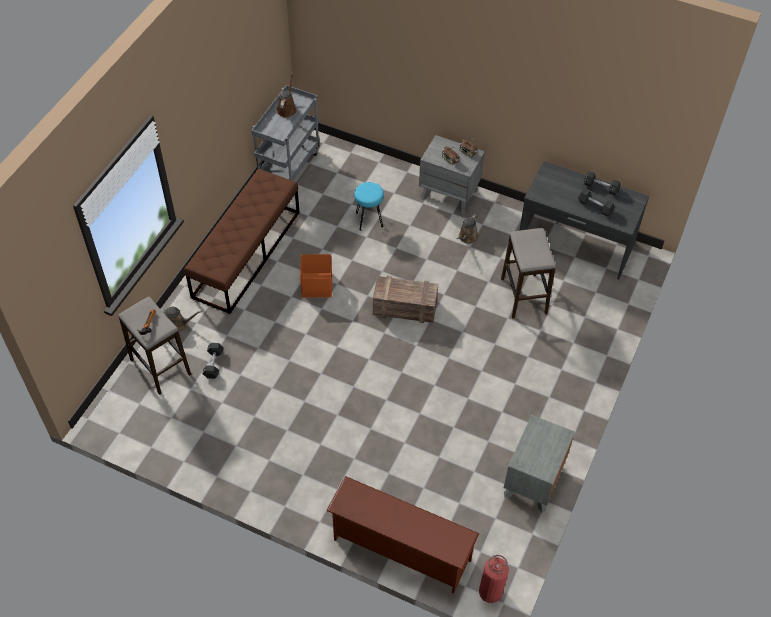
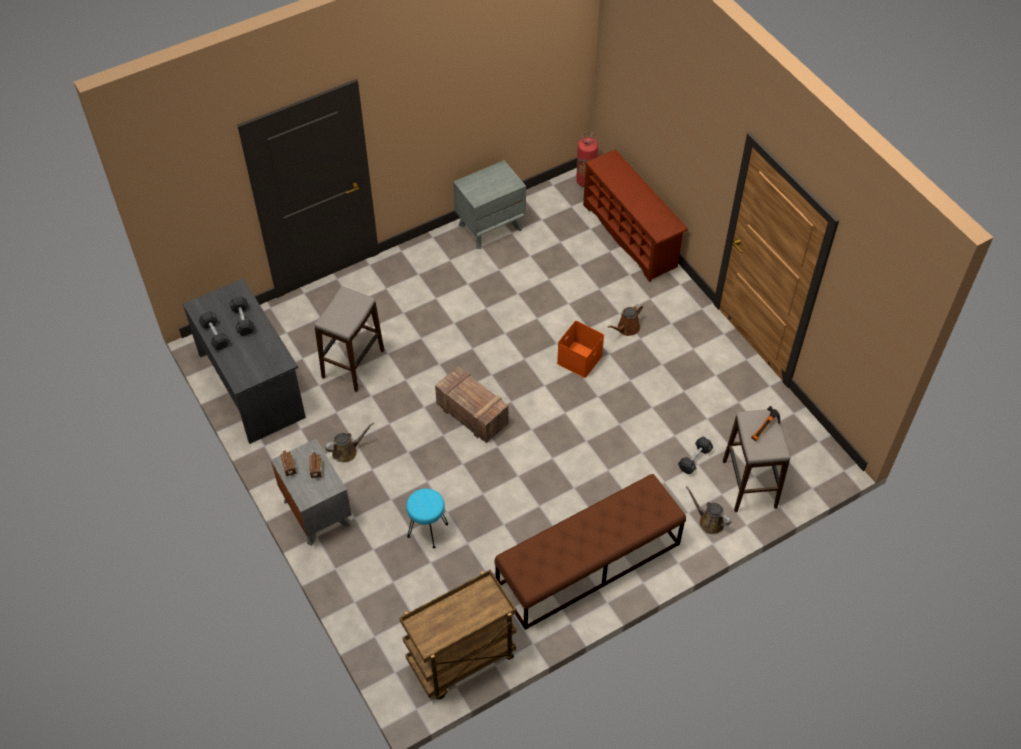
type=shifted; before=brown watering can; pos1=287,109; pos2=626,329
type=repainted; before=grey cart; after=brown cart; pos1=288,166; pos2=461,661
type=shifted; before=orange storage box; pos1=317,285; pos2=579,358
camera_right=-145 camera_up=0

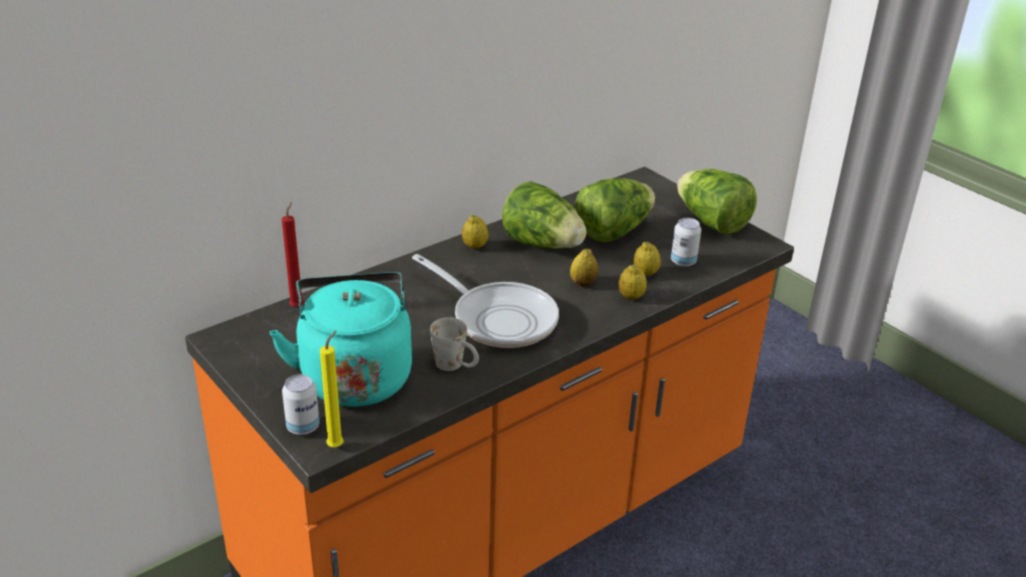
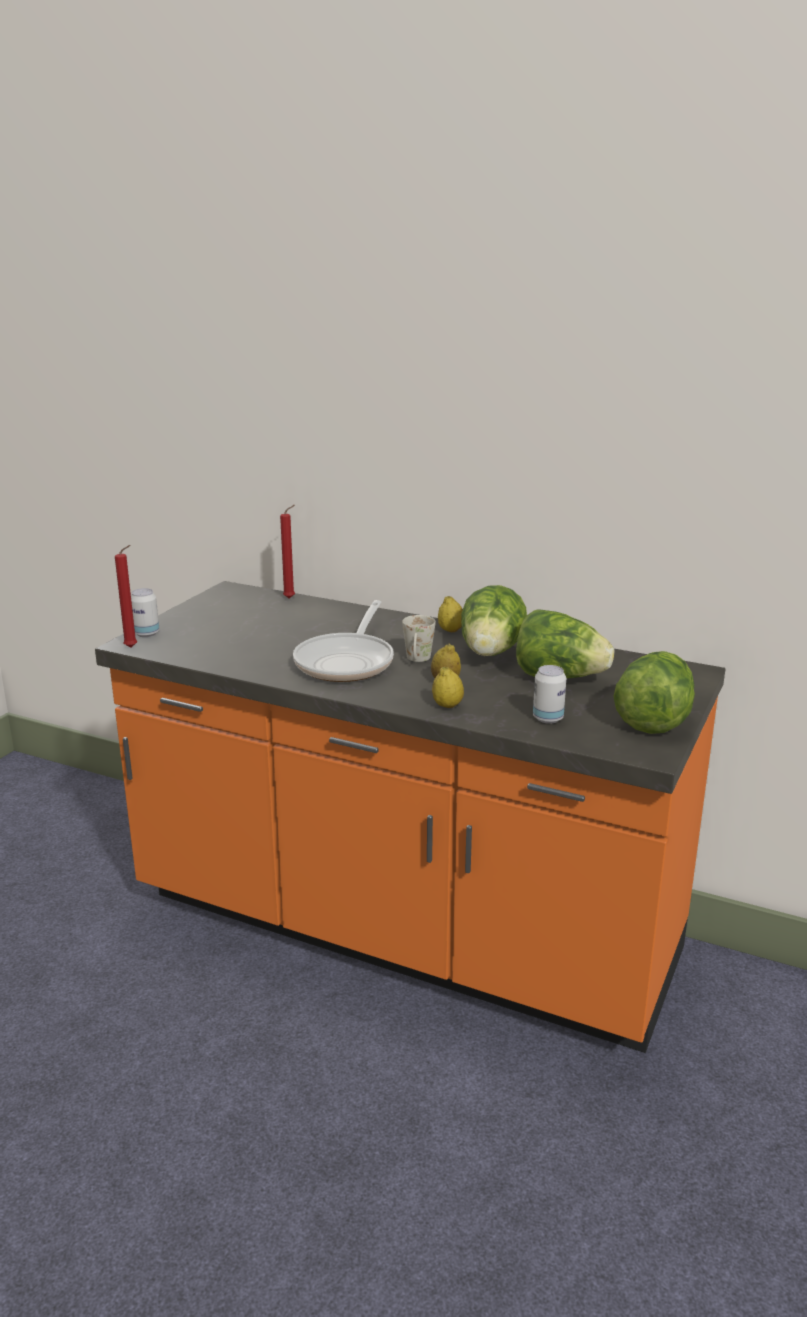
type=gone; before=lemon; pos1=645,273
type=gone; before=turquoise kettle; pos1=354,376
type=shifted; before=white mug; pos1=456,366; pos2=417,660
type=repainted; before=yellow candle; after=red candle; pos1=337,445; pos2=133,647
camera_right=65 camera_up=-10

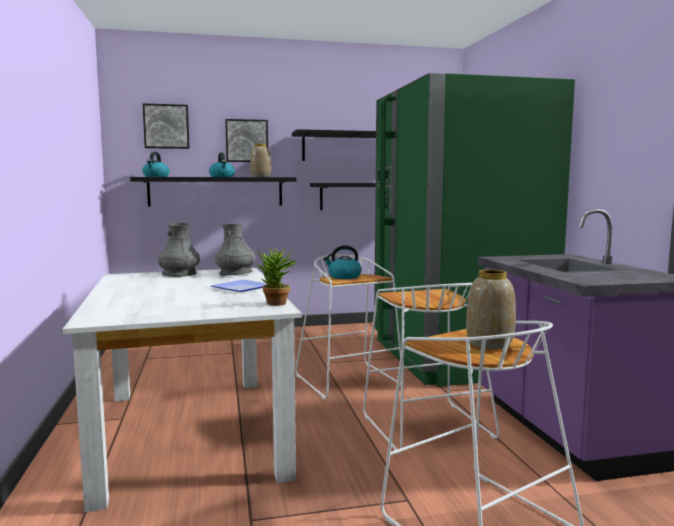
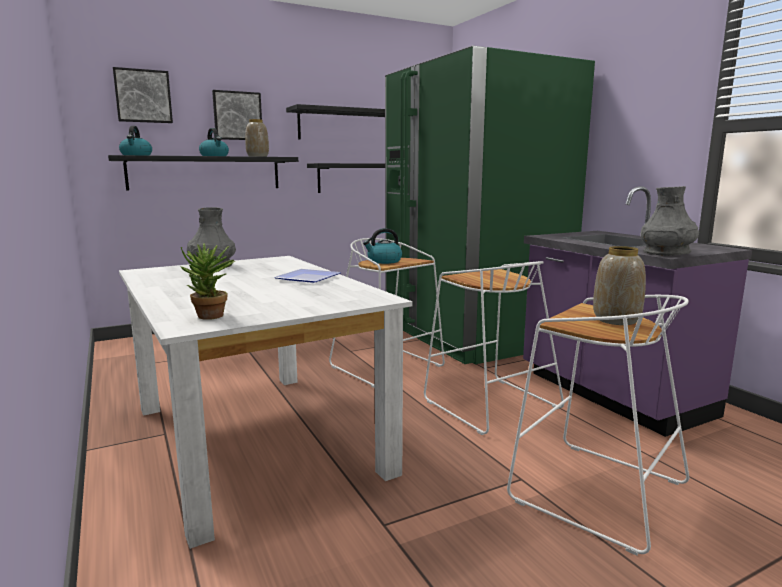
type=shifted; before=grey vase; pos1=236,273; pos2=666,253
type=shifted; before=potted plant; pos1=276,304; pos2=211,317
camera_right=-15 camera_up=5

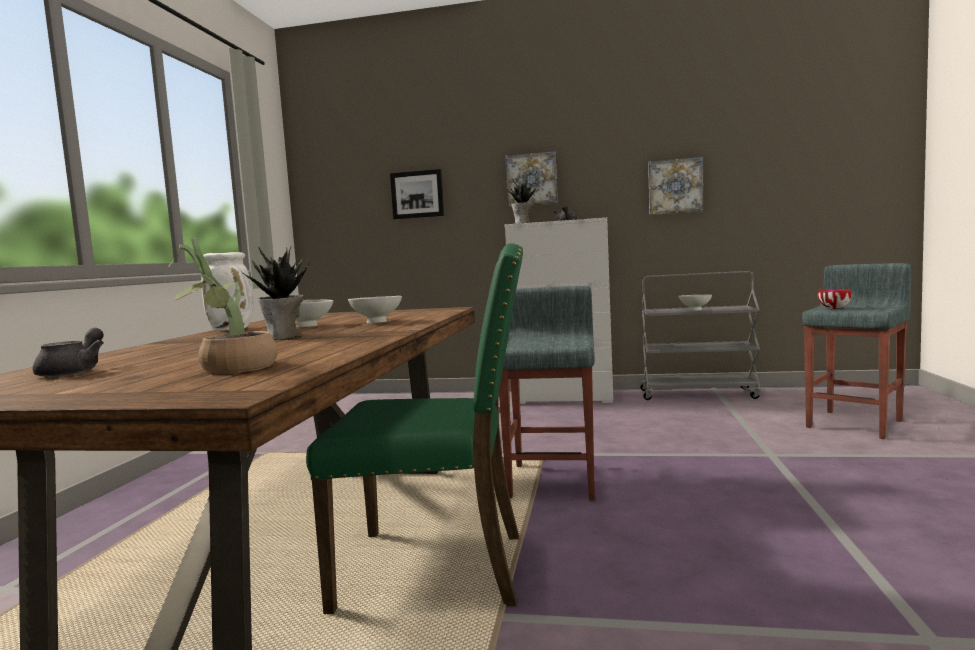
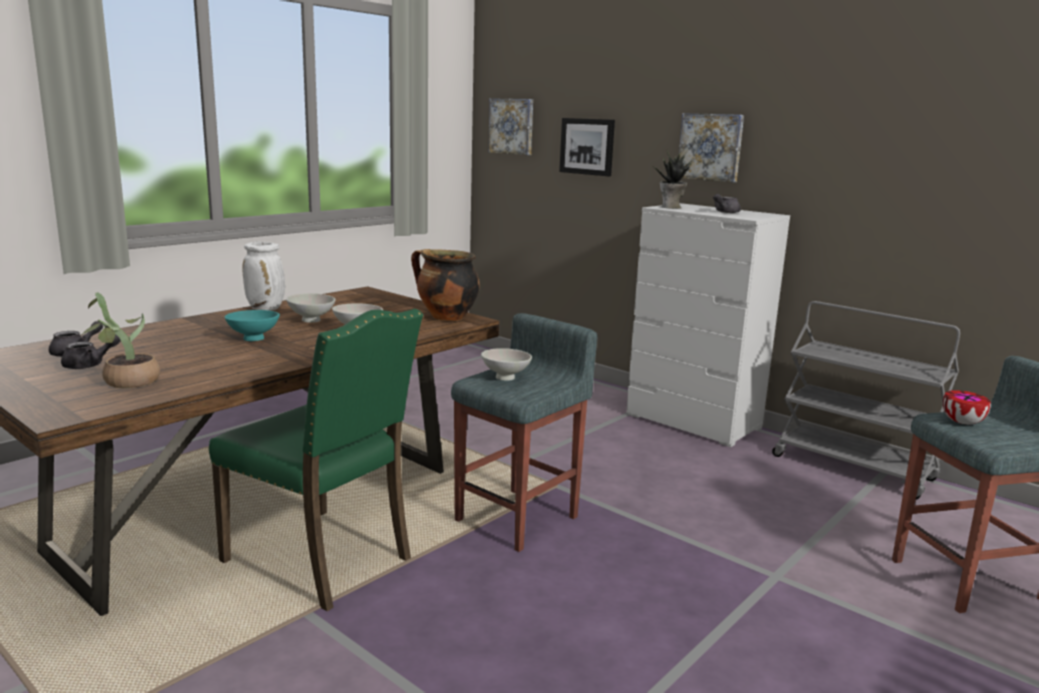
type=shifted; before=picture; pos1=675,186; pos2=512,126
type=swapped; before=potted plant; after=turquoise bowl; pos1=284,337; pos2=252,338
type=shifted; before=white bowl; pos1=694,310; pos2=505,377
type=new; after=cooking pot; pos2=445,317
type=new; after=grey teapot; pos2=89,365
camera_right=30 camera_up=10

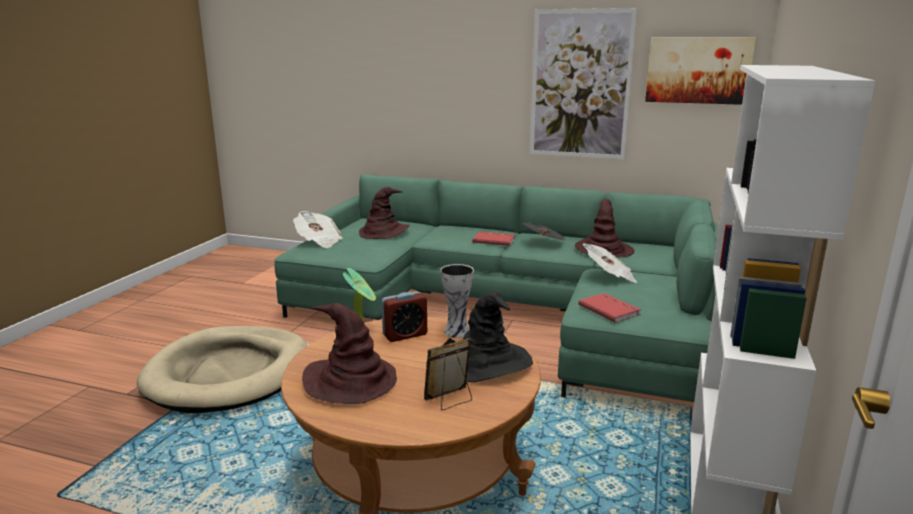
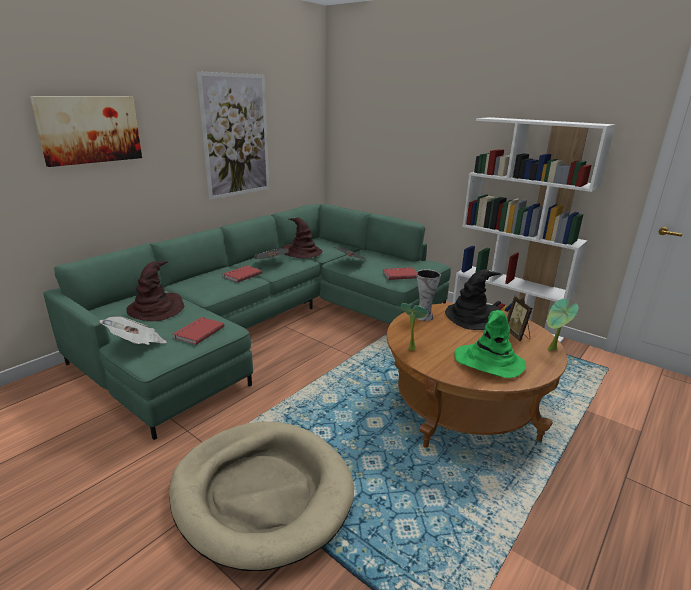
type=shifted; before=picture; pos1=698,70; pos2=90,129
type=gone; before=alarm clock; pos1=405,335
type=repainted; before=brown hat; after=green hat; pos1=351,381; pos2=488,362
type=new; after=potted plant; pos2=552,350
type=new; after=red book; pos2=197,332
camera_right=-70 camera_up=5

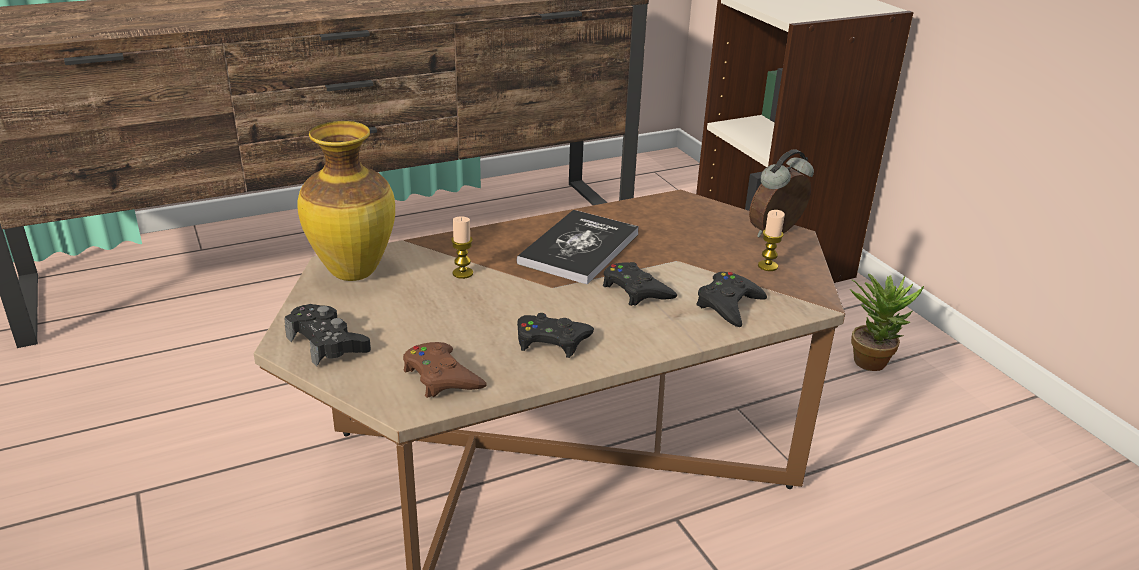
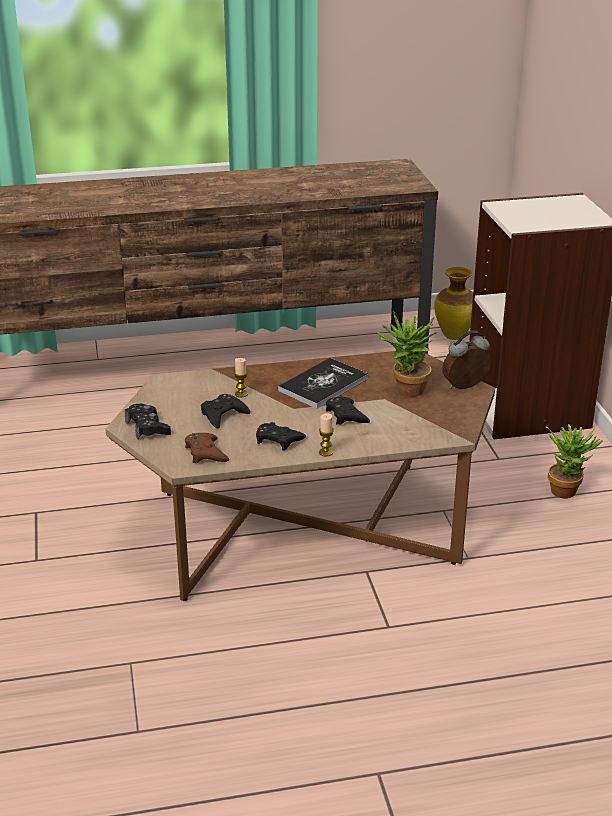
type=shifted; before=vase; pos1=353,272; pos2=454,336
type=shifted; before=candle; pos1=767,266; pos2=326,452
type=shifted; before=black game controller; pos1=729,305; pos2=223,415
type=new; after=potted plant; pos2=405,391
camera_right=15 camera_up=0

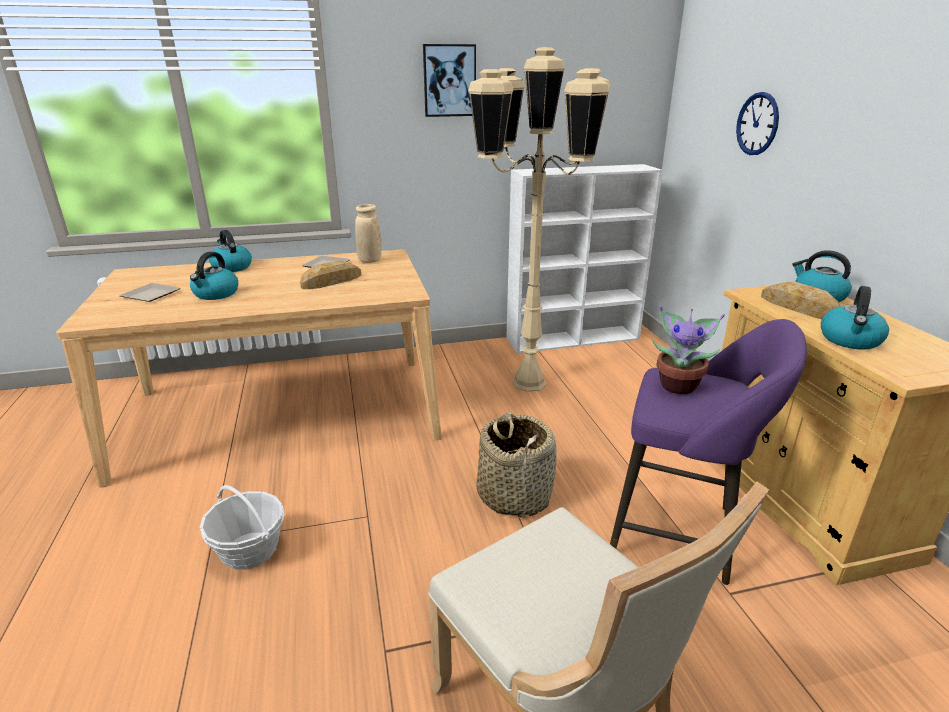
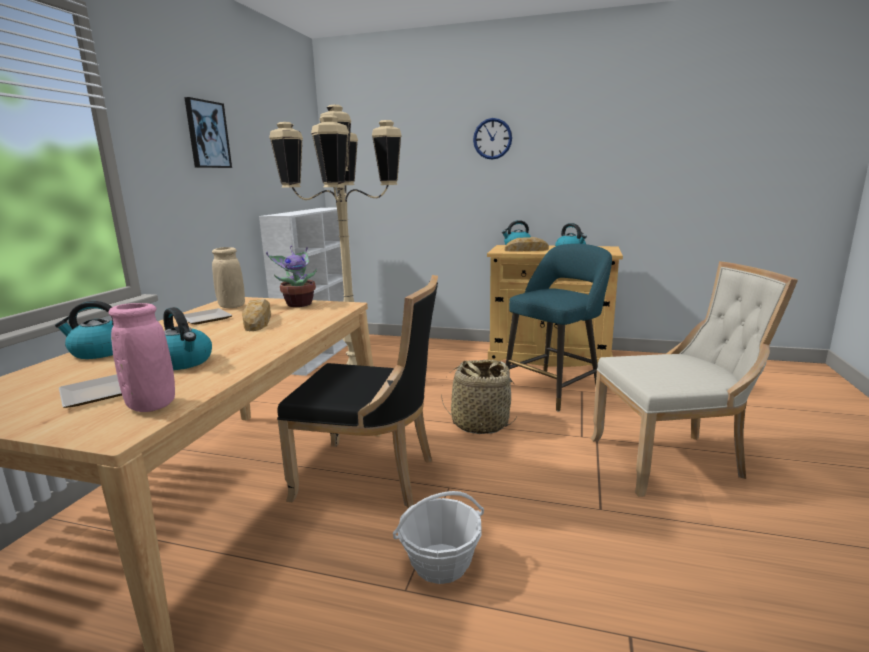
type=shifted; before=wall clock; pos1=757,124; pos2=492,138
type=shifted; before=potted plant; pos1=678,385; pos2=299,304
type=repainted; before=purple stool; after=turquoise stool; pos1=680,533; pos2=554,389
type=new; after=black chair; pos2=371,477
type=new; after=pink vase; pos2=151,405
camera_right=-60 camera_up=-10

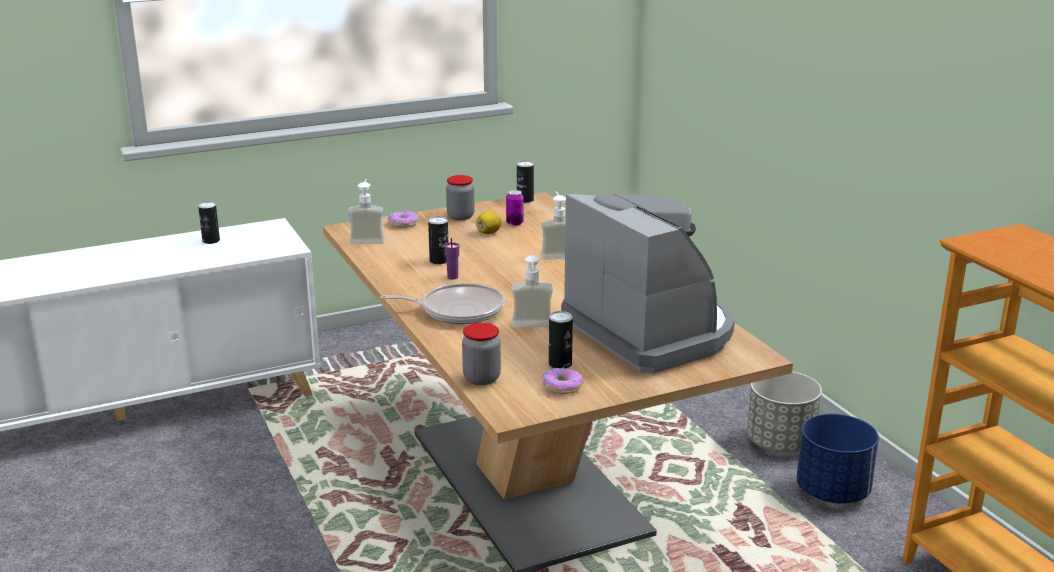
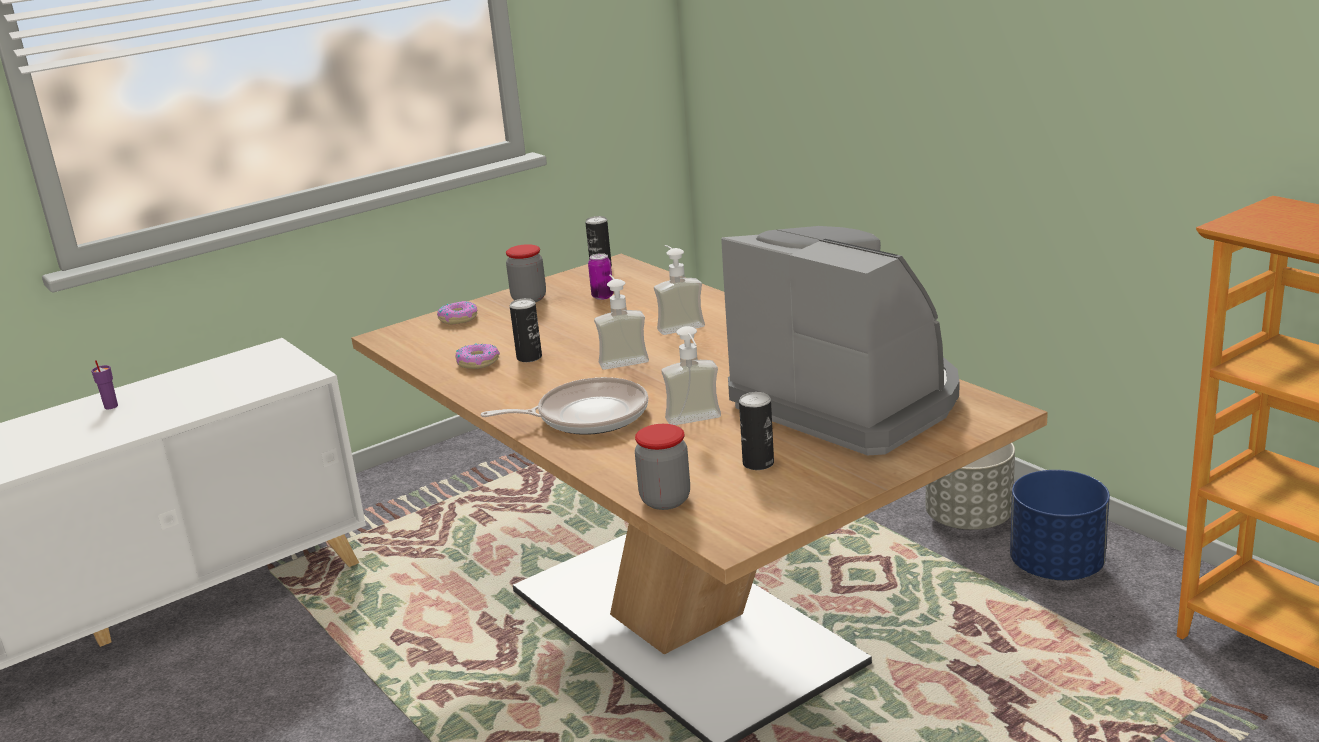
type=shifted; before=soap dispenser; pos1=368,239; pos2=621,359
type=gone; before=can; pos1=211,241
type=gone; before=lemon; pos1=489,233
type=shifted; before=purple cup; pos1=452,277; pos2=110,406
type=shifted; before=donut; pos1=562,386; pos2=478,362
camera_right=-10 camera_up=0

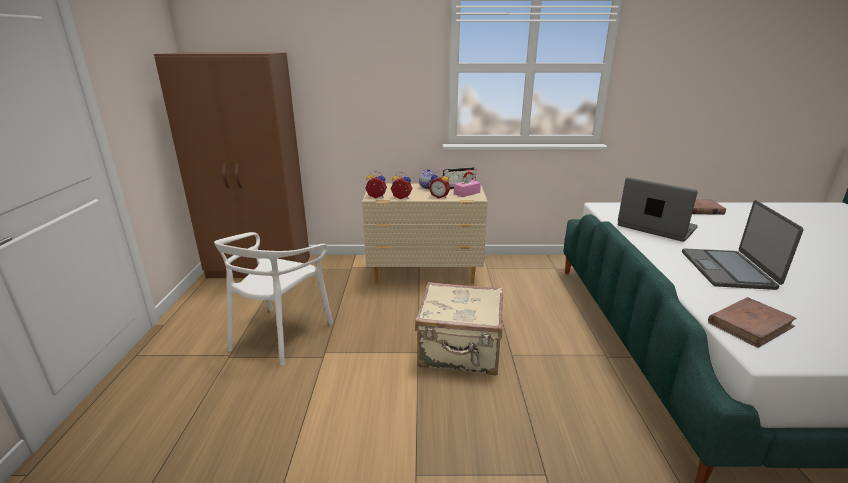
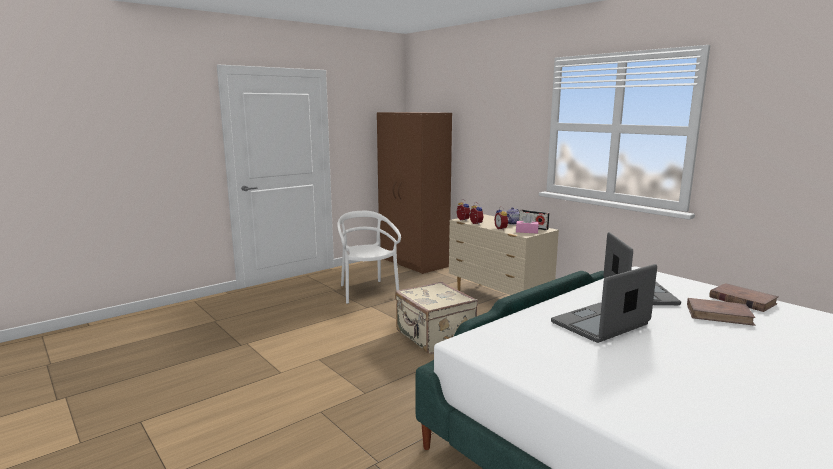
type=rotated; before=white chair; pos1=280,334; pos2=367,292; turn=90
type=shifted; before=brown book; pos1=750,324; pos2=719,315
camera_right=50 camera_up=-10

